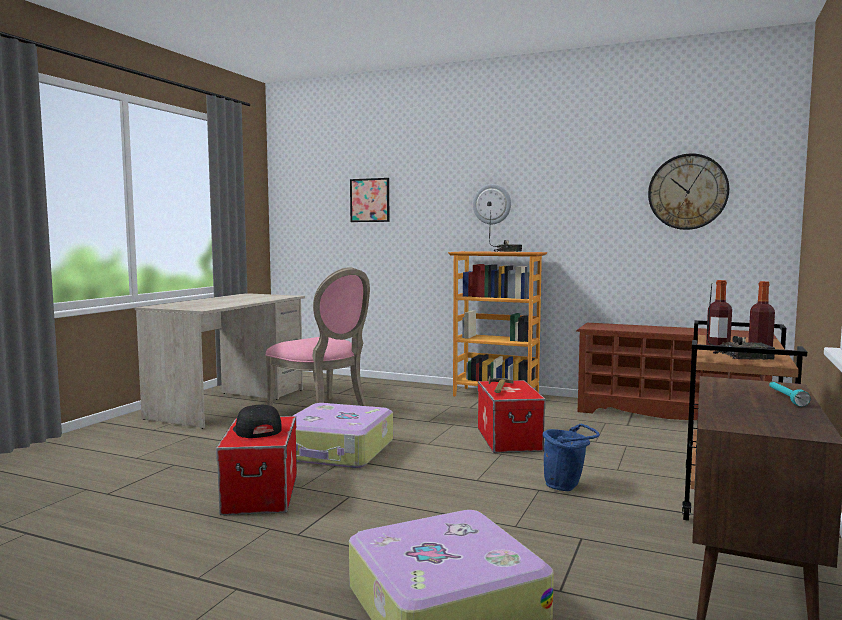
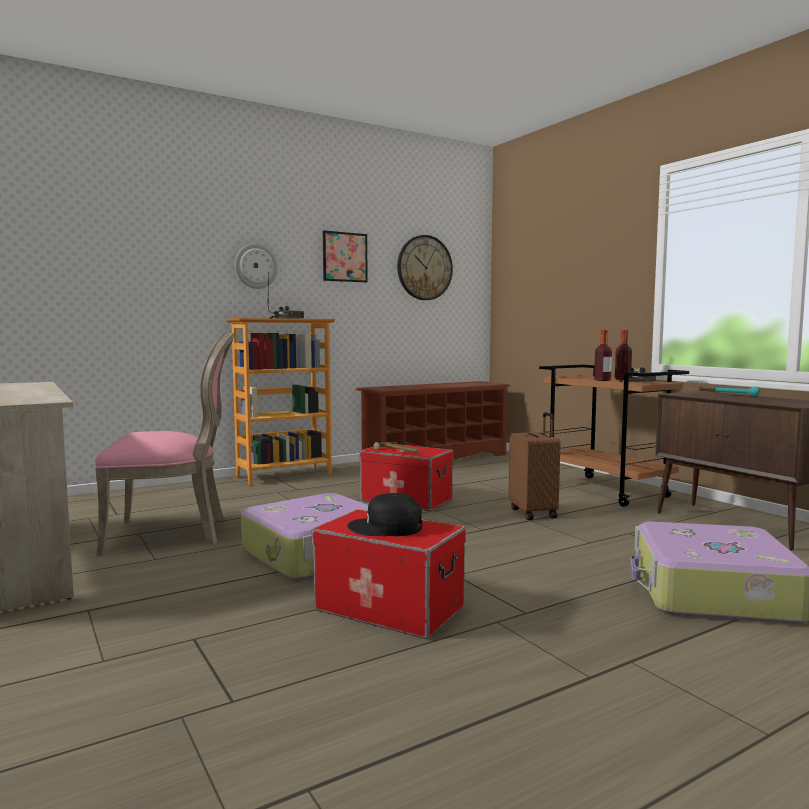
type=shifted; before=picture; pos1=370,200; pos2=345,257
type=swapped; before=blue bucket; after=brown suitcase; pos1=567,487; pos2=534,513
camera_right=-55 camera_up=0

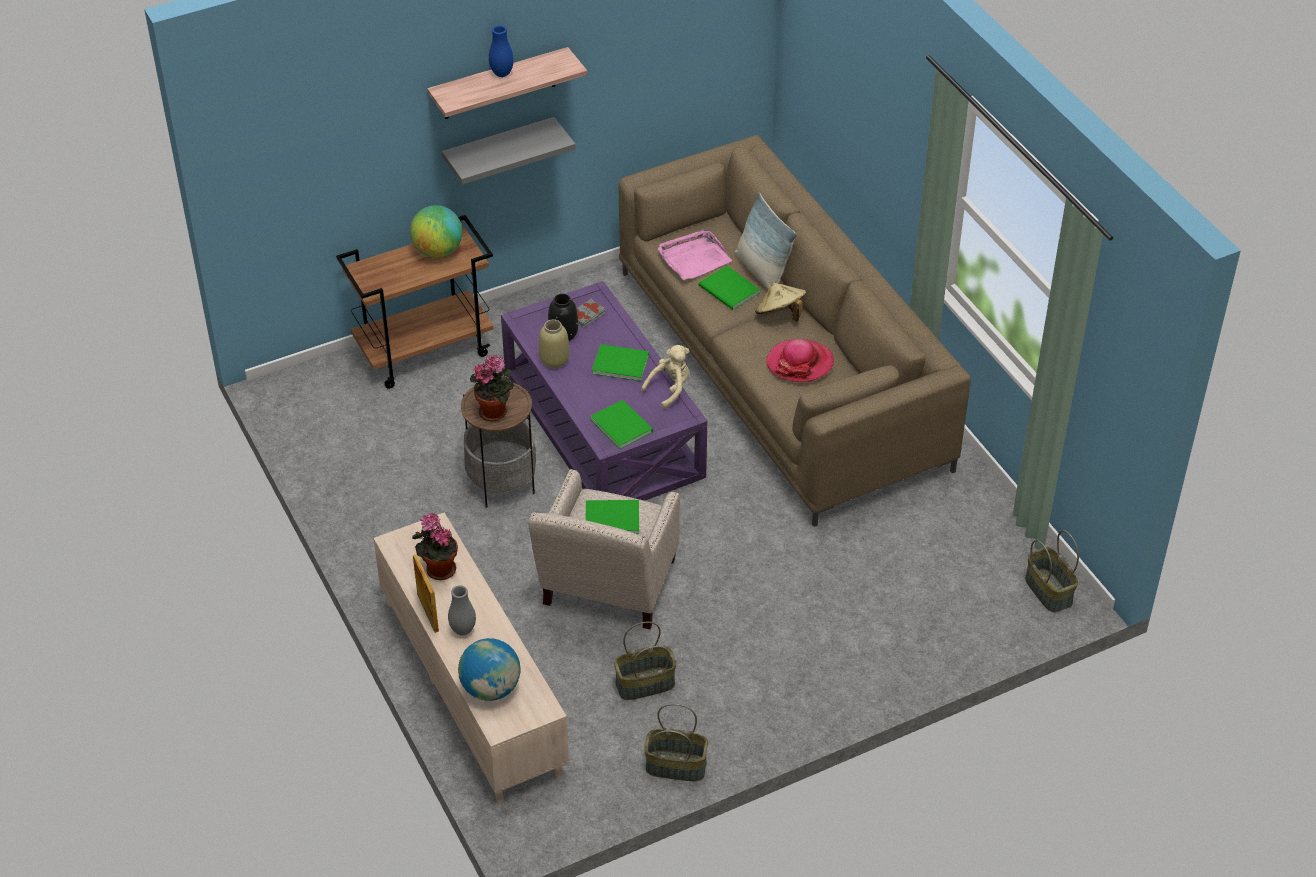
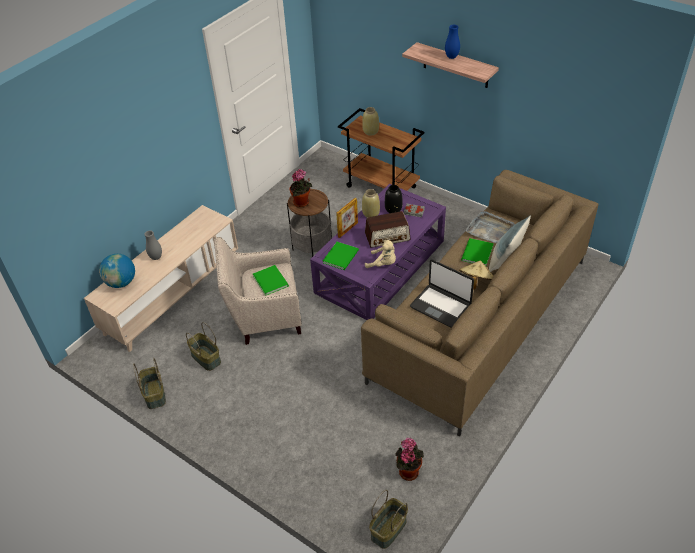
type=gone; before=grey shelf; pos1=499,150
type=gone; before=globe; pos1=438,251
type=repainted; before=pink tray; after=grey tray; pos1=693,258; pos2=490,229
type=swapped; before=hat; after=laptop; pos1=800,363; pos2=441,305
type=swapped; before=green book; after=radio; pos1=619,363; pos2=387,237
type=shifted; before=potted plant; pos1=438,569; pos2=408,470
type=shifted; before=picture frame; pos1=428,612; pos2=348,229
type=new; after=beige vase; pos2=370,131
camera_right=65 camera_up=0

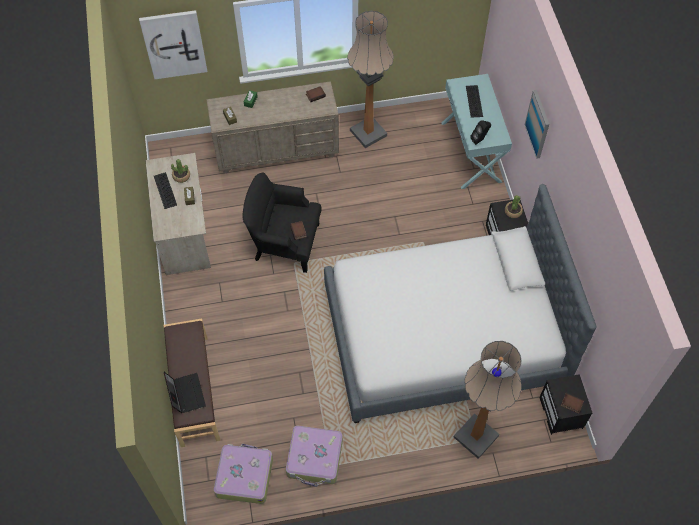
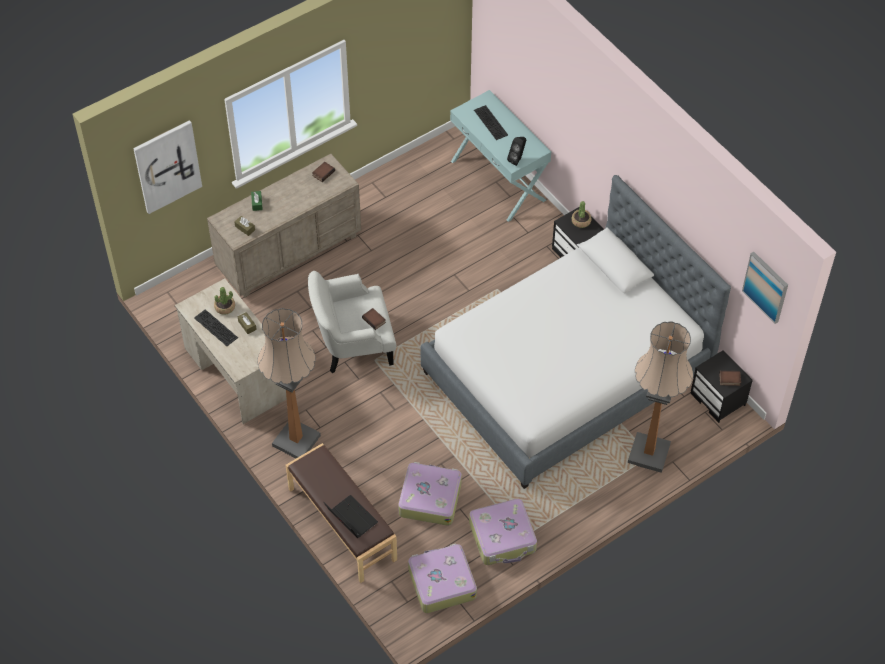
type=shifted; before=floor lamp; pos1=368,133; pos2=296,441
type=shifted; before=picture; pos1=538,124; pos2=766,287
type=repainted; before=black armchair; after=white armchair; pos1=284,243; pos2=353,344
type=new; after=suitcase; pos2=429,498
camera_right=-25 camera_up=-5

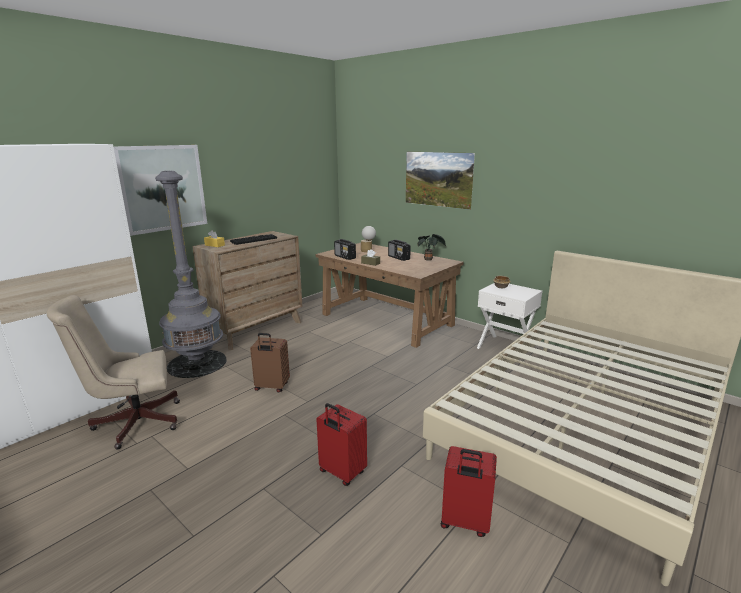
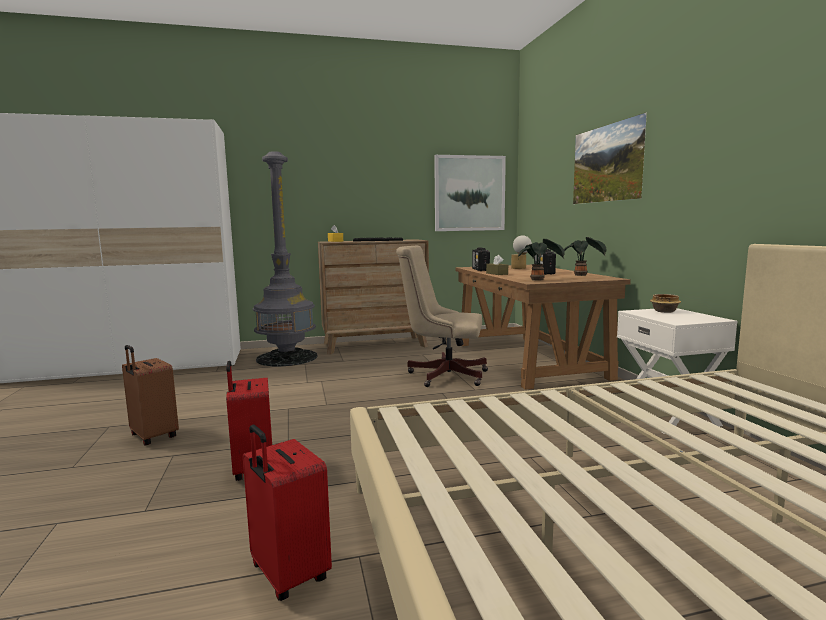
type=shifted; before=picture; pos1=162,188; pos2=469,193
type=shifted; before=beige office chair; pos1=132,422; pos2=442,375
type=shifted; before=brown suitcase; pos1=271,387; pos2=152,437
type=new; after=potted plant; pos2=539,280
camera_right=35 camera_up=-10

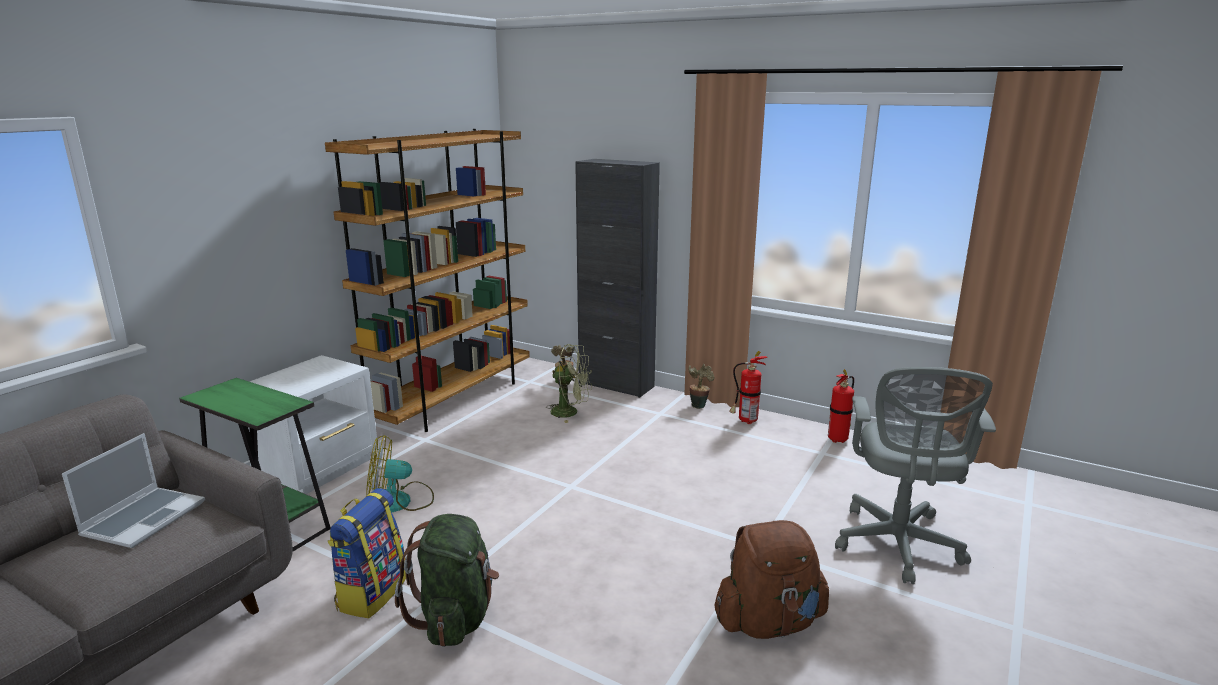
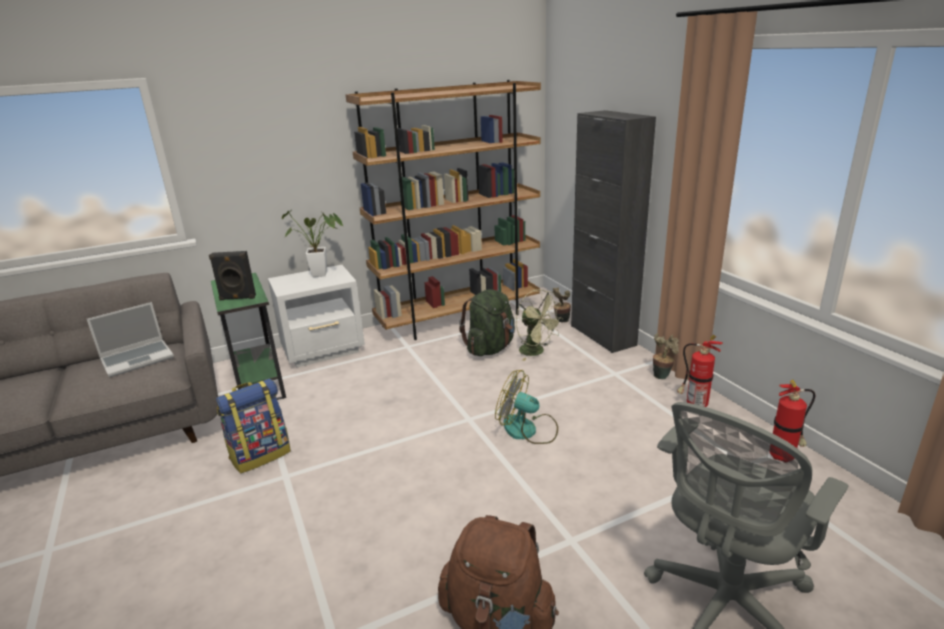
type=shifted; before=fan; pos1=400,501; pos2=527,430
type=shifted; before=green backpack; pos1=455,617; pos2=490,348
type=new; after=potted plant; pos2=324,274
type=new; after=black speaker; pos2=237,298
camera_right=35 camera_up=5

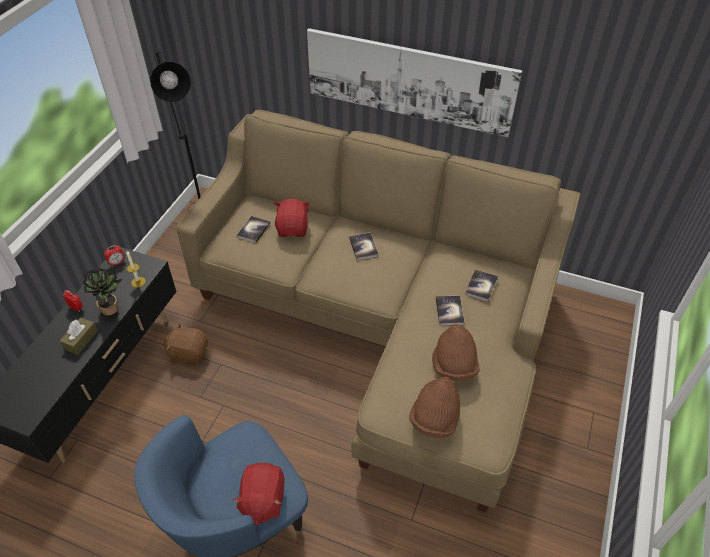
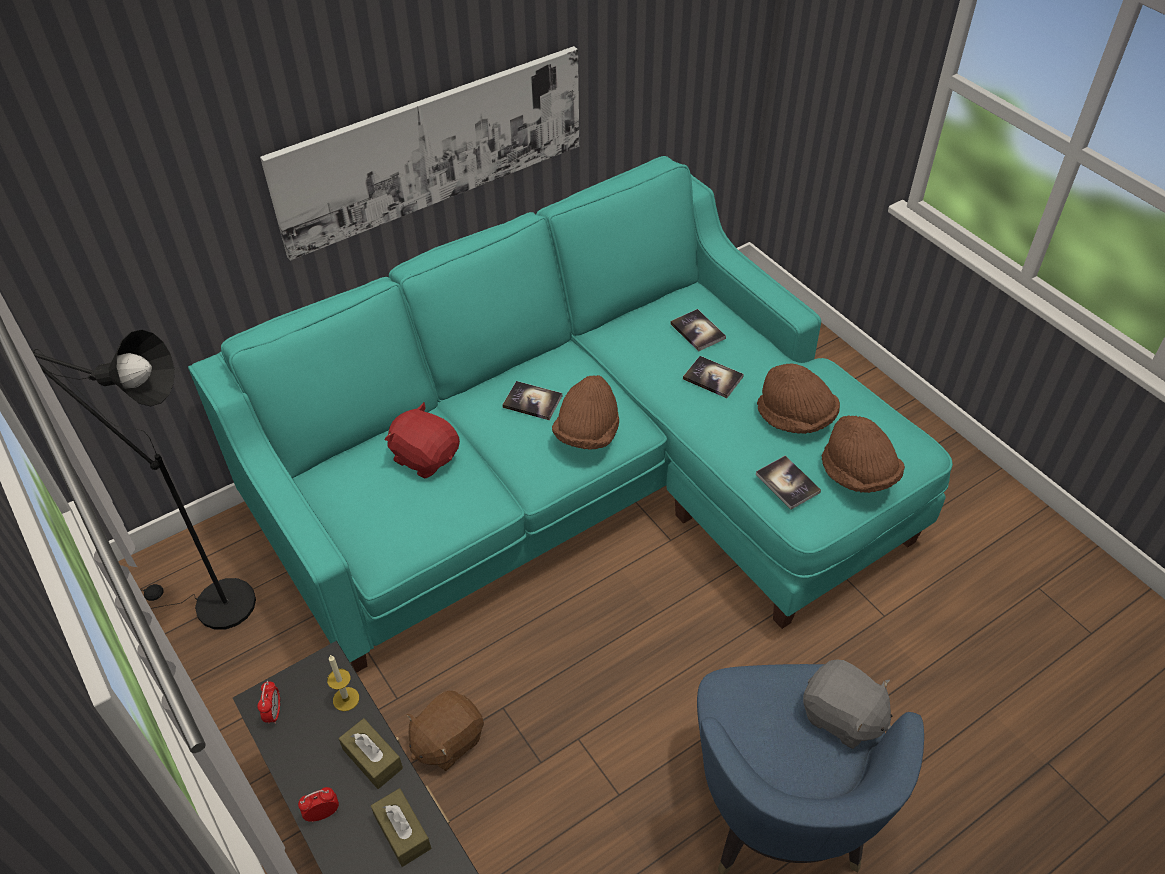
type=repainted; before=beige sofa; after=turquoise sofa; pos1=385,321; pos2=586,484
type=shifted; before=book; pos1=253,230; pos2=787,483
type=swapped; before=potted plant; after=brown tissue box; pos1=112,308; pos2=372,759
type=repainted; before=red plush toy; after=grey plush toy; pos1=262,500; pos2=842,717
type=new; after=brown hat; pos2=587,433
camera_right=-55 camera_up=0

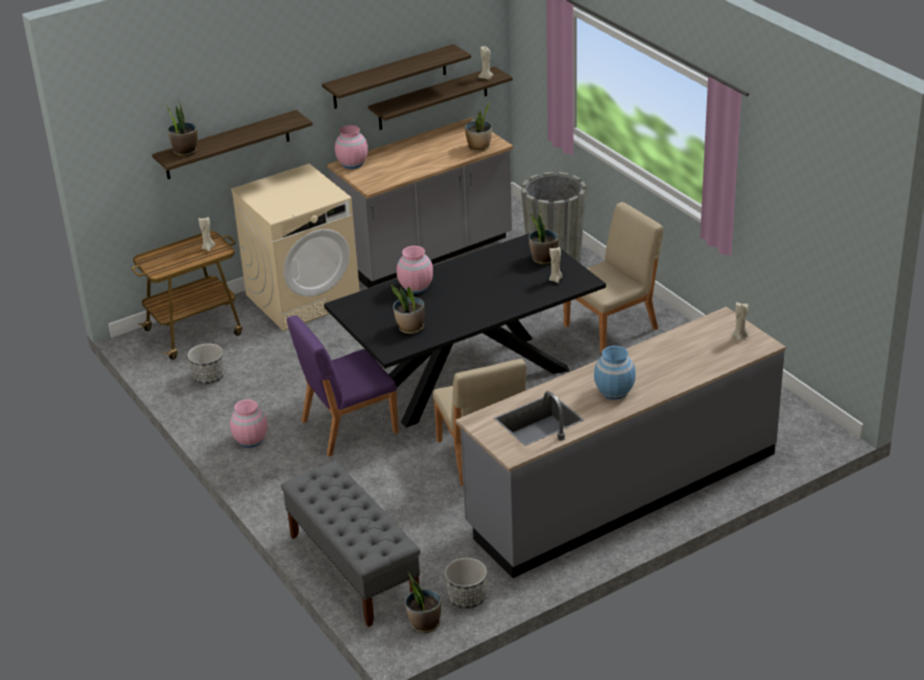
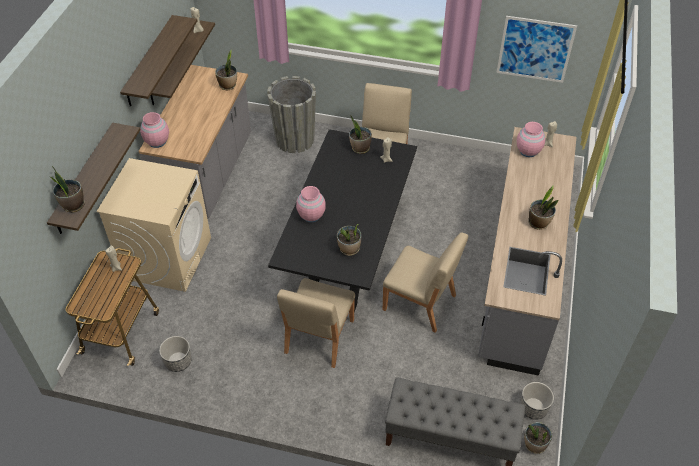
type=repainted; before=purple chair; after=beige chair; pos1=348,427; pos2=318,337
type=swapped; before=blue vase; after=potted plant; pos1=614,391; pos2=538,223
type=shifted; before=pink vase; pos1=251,440; pos2=528,151
type=new; after=picture; pos2=535,49
camera_right=-45 camera_up=15

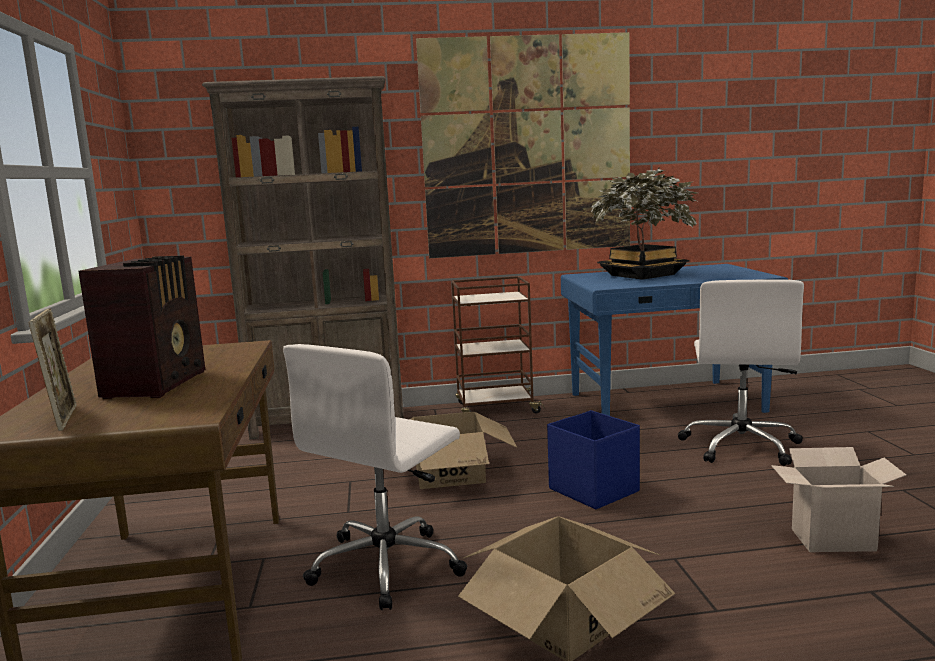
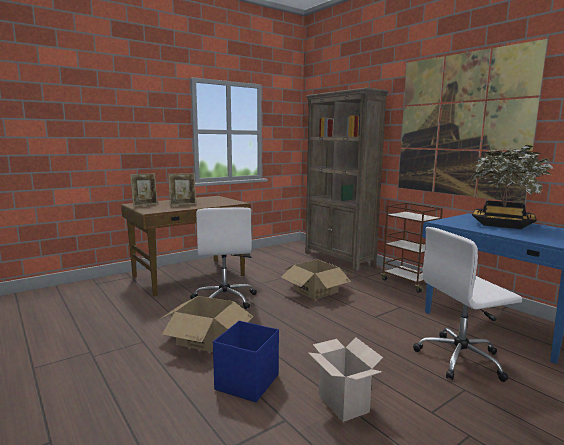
type=swapped; before=radio; after=picture frame; pos1=158,384; pos2=183,204
type=rotated; before=white office chair; pos1=388,565; pos2=225,299; turn=-105
type=shifted; before=blue storage box; pos1=593,489; pos2=248,382
camera_right=60 camera_up=0

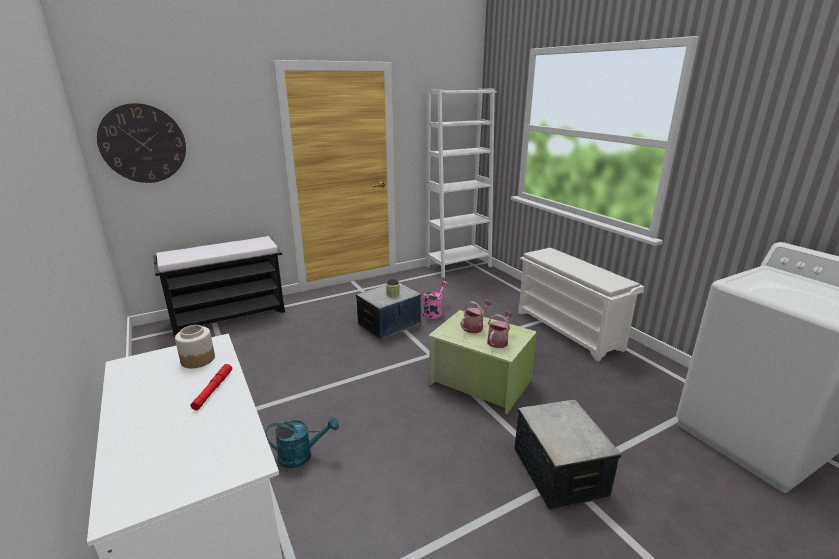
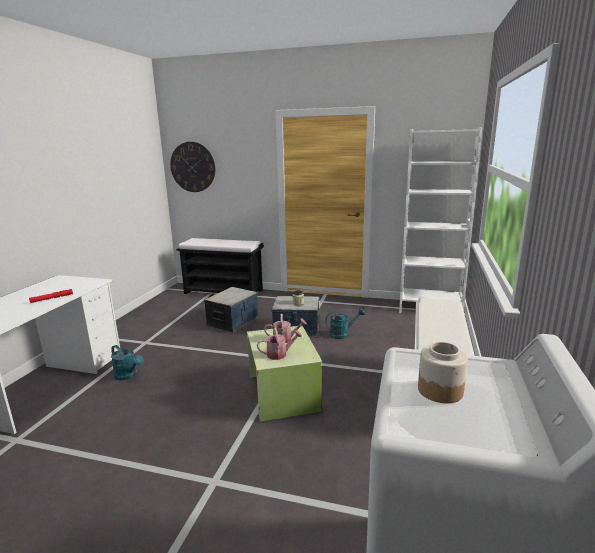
type=repainted; before=pink watering can; after=turquoise watering can; pos1=434,312; pos2=342,334
type=shifted; before=jar; pos1=198,359; pos2=440,390
type=shifted; before=storage box; pos1=560,472; pos2=233,322
camera_right=45 camera_up=-5

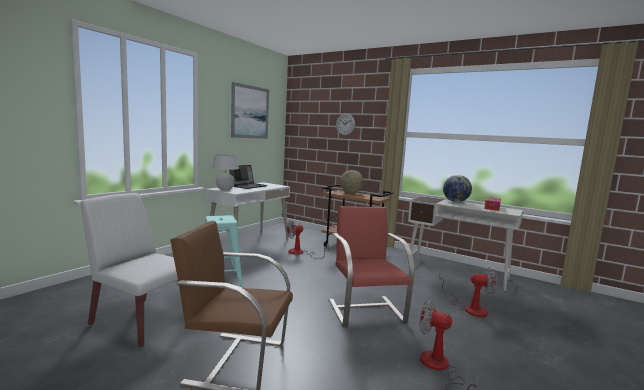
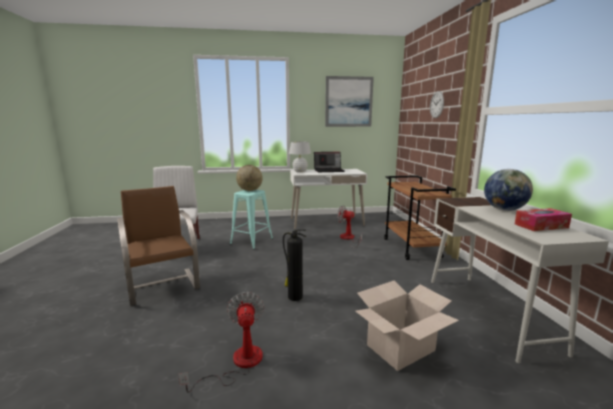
type=shifted; before=globe; pos1=351,193; pos2=250,190
type=swapped; before=red chair; after=fire extinguisher; pos1=366,310; pos2=294,297
type=swapped; before=fan; after=cardboard box; pos1=469,308; pos2=400,347
camera_right=50 camera_up=5

